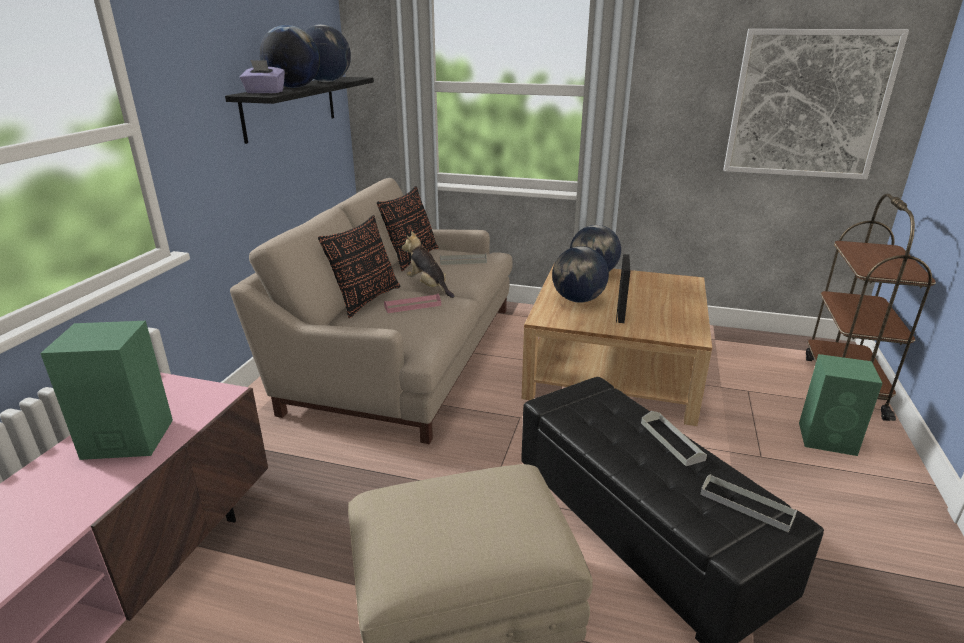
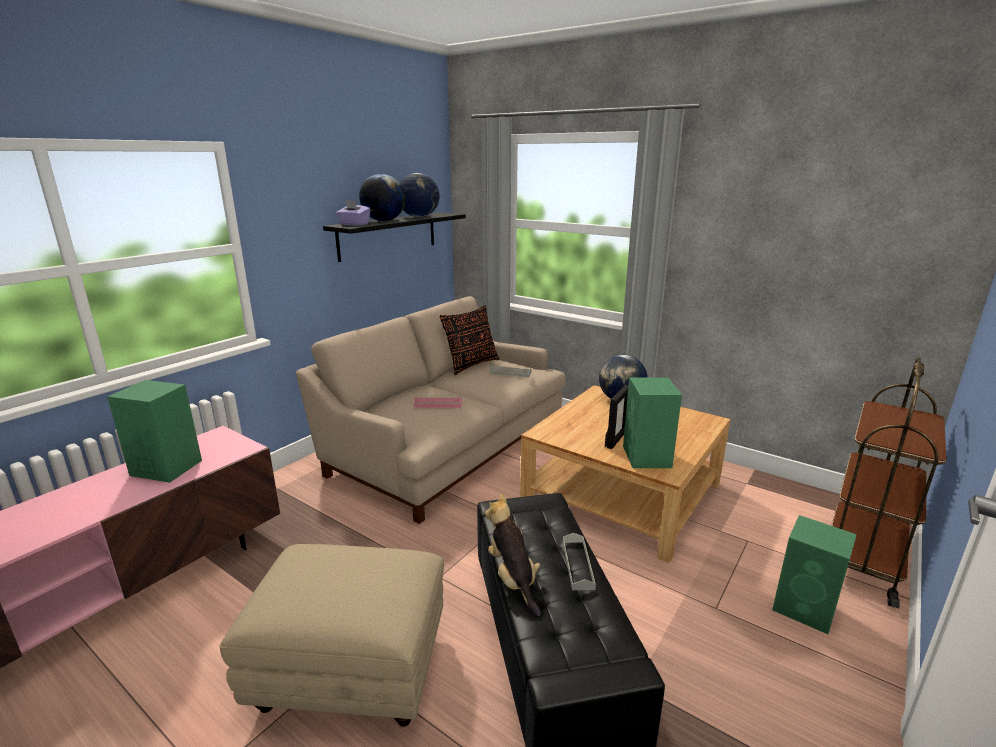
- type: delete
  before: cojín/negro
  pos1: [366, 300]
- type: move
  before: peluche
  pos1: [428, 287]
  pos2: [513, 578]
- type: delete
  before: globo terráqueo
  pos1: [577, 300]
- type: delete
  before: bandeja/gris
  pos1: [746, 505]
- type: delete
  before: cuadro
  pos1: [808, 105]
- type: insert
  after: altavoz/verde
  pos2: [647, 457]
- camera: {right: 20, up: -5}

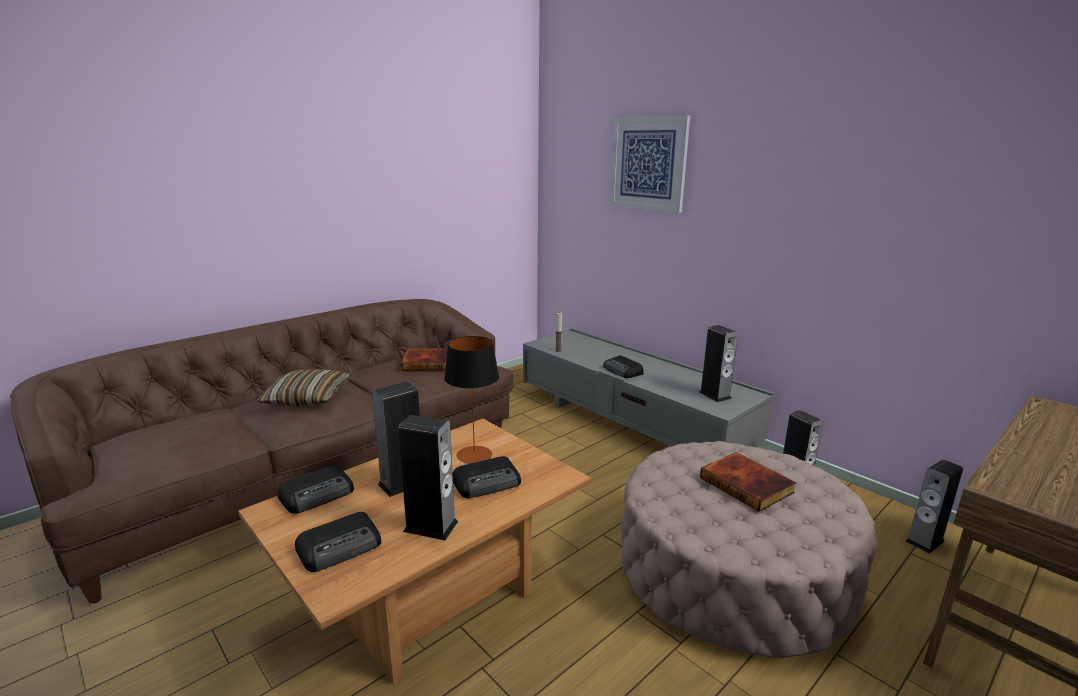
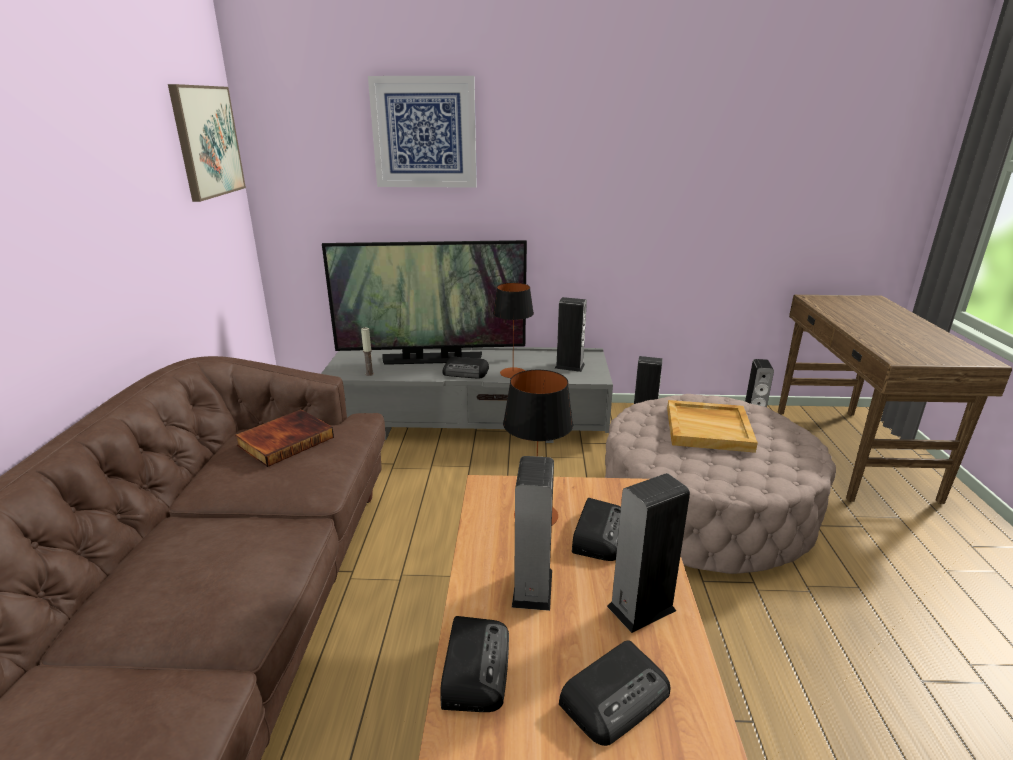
- type: delete
  before: cojín
  pos1: [307, 398]
- type: rotate
  before: radio
  pos1: [341, 547]
  pos2: [616, 696]
  turn: 45
- type: replace
  before: libro
  after: bandeja/beis
  pos1: [747, 484]
  pos2: [709, 429]
- type: insert
  after: cuadro
  pos2: [207, 141]
- type: insert
  after: televisor
  pos2: [432, 359]
- type: insert
  after: lámpara de mesa
  pos2: [513, 373]
- camera: {right: -45, up: 5}

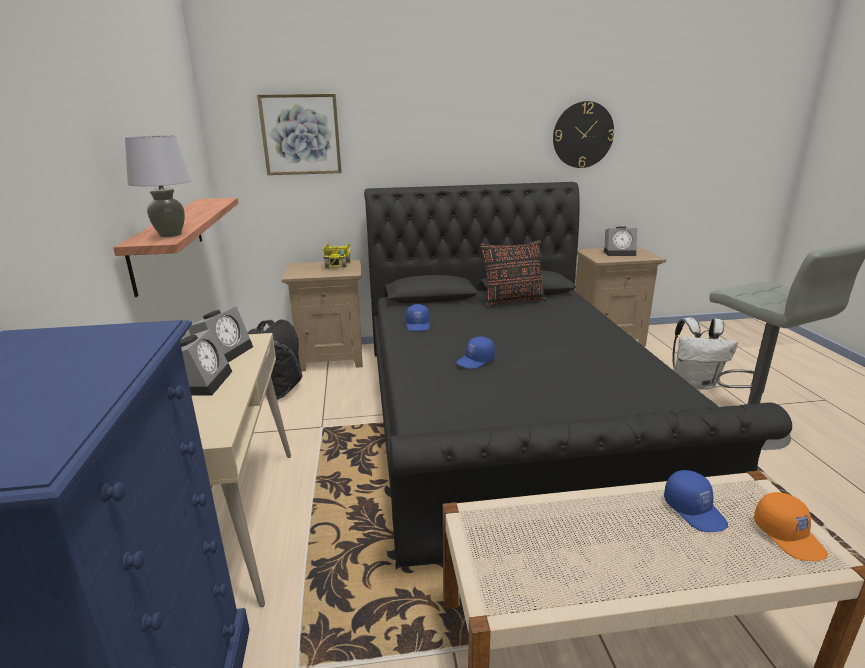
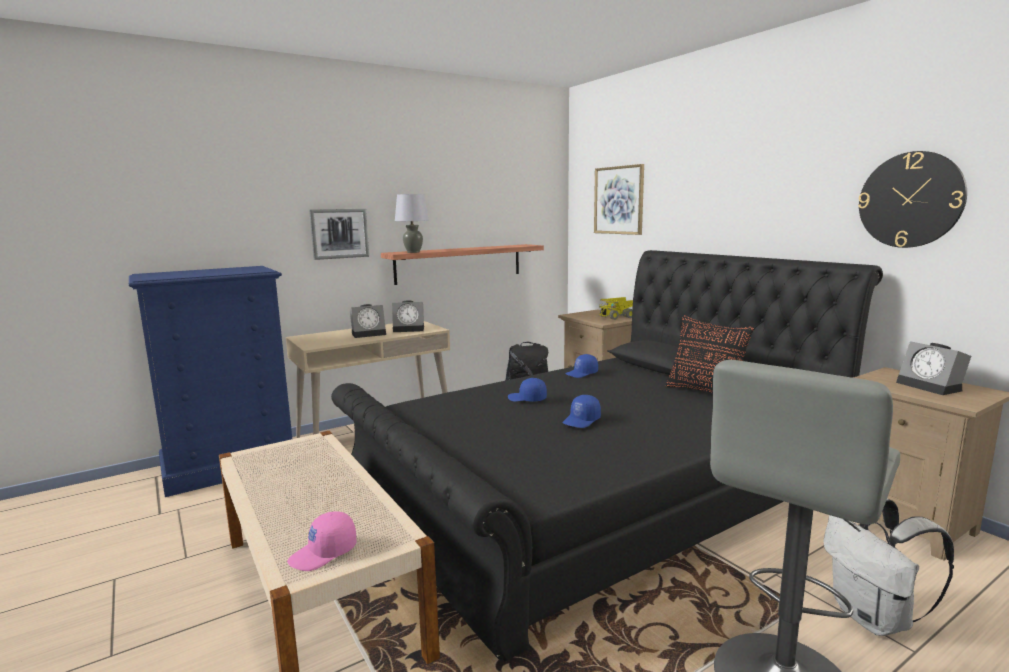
- type: move
  before: gorra/azul
  pos1: [695, 510]
  pos2: [582, 421]
- type: recolor
  before: gorra/naranja
  after: gorra/rosa
  pos1: [789, 536]
  pos2: [324, 553]
- type: insert
  after: cuadro
  pos2: [339, 233]
- camera: {right: 65, up: -10}

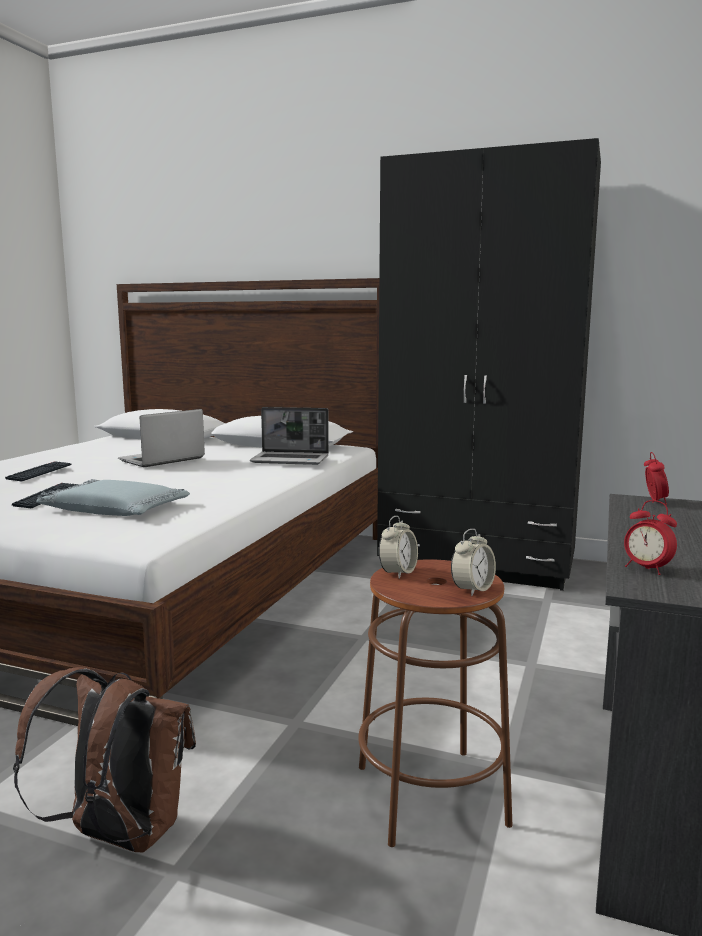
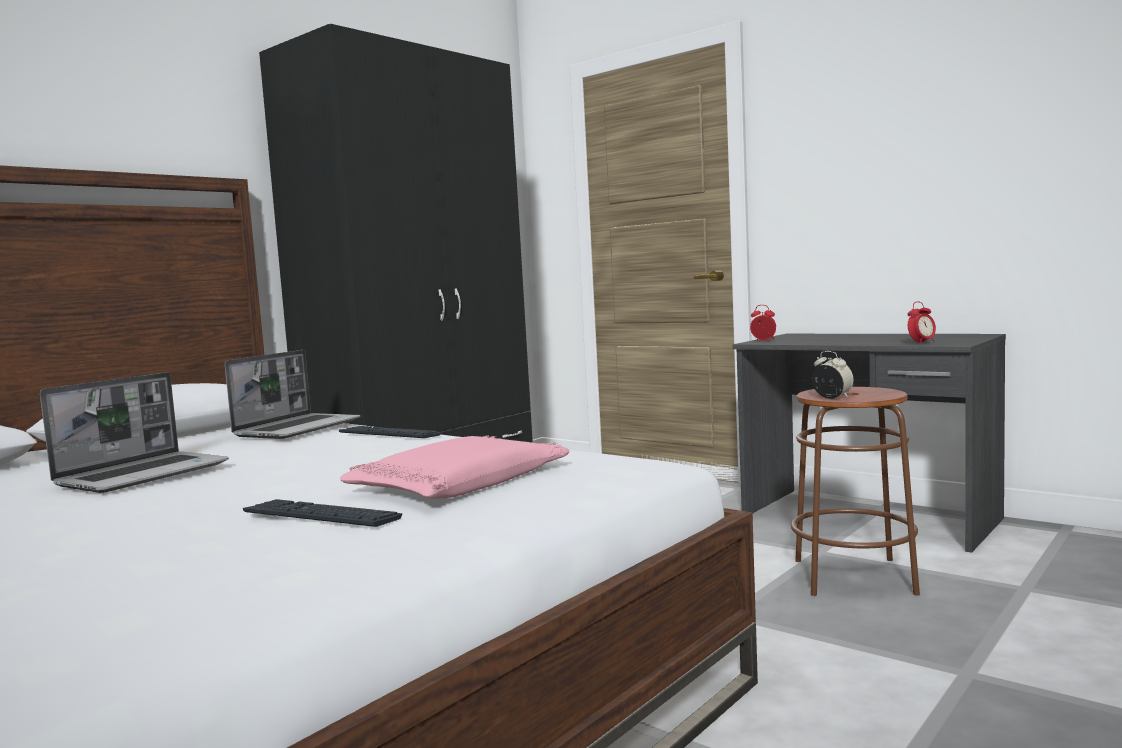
- type: move
  before: teclado
  pos1: [40, 472]
  pos2: [389, 434]
- type: delete
  before: mochila/marrón
  pos1: [119, 835]
- type: recolor
  before: cojín/azul
  after: cojín/rosa
  pos1: [115, 507]
  pos2: [461, 481]
- type: rotate
  before: portátil
  pos1: [161, 460]
  pos2: [144, 474]
  turn: -120
- type: delete
  before: despertador
  pos1: [472, 589]
- camera: {right: -70, up: -5}

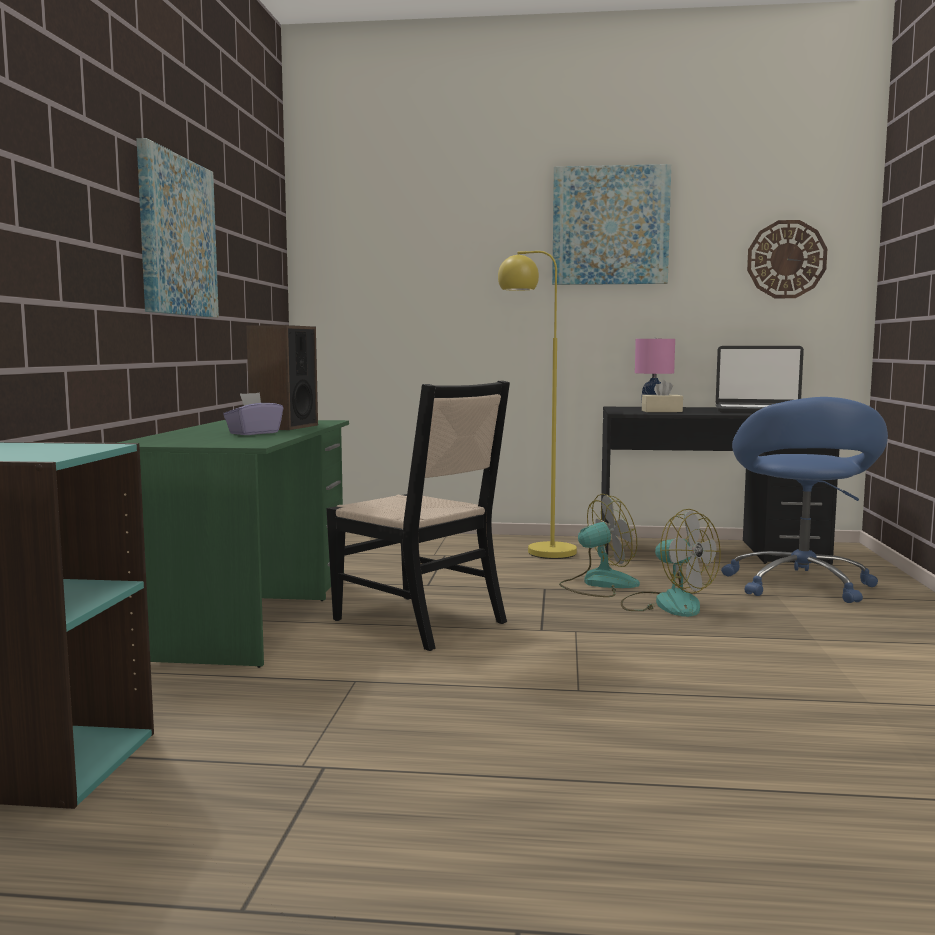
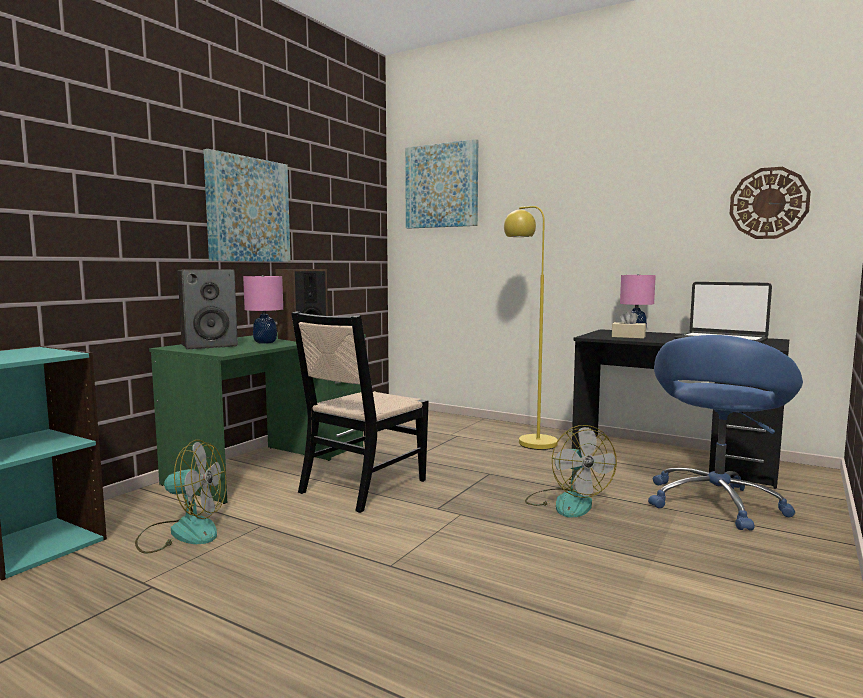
- type: replace
  before: caja de pañuelos/morado
  after: lámpara de mesa/rosa
  pos1: [253, 433]
  pos2: [264, 343]
- type: rotate
  before: silla
  pos1: [418, 622]
  pos2: [363, 487]
  turn: 60
- type: move
  before: cuadro
  pos1: [610, 226]
  pos2: [442, 186]
- type: move
  before: ventilador
  pos1: [598, 584]
  pos2: [182, 532]
- type: insert
  after: altavoz
  pos2: [209, 345]
- camera: {right: 25, up: 0}

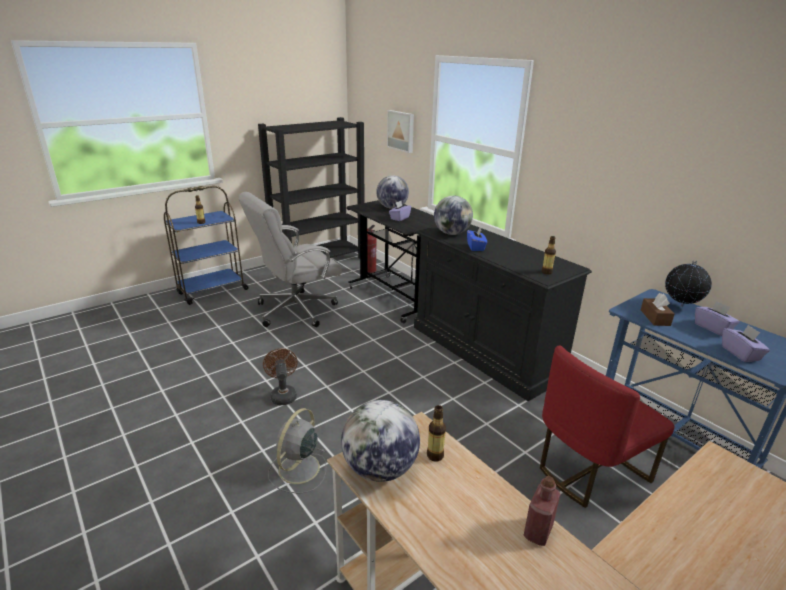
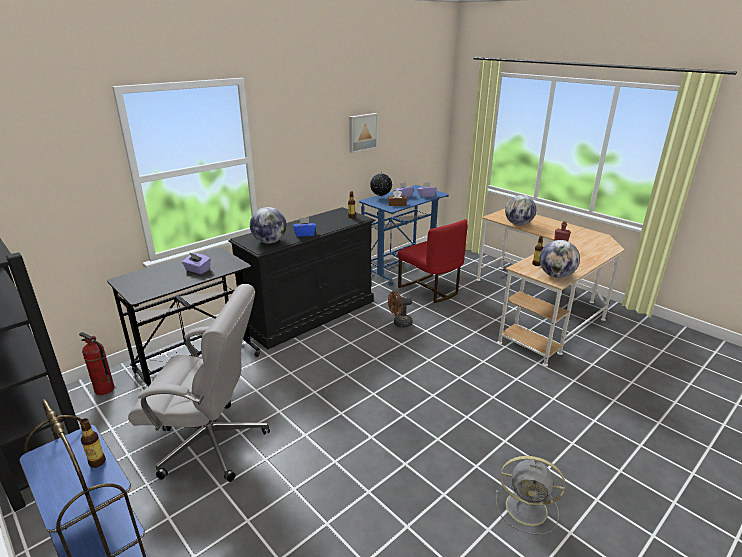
- type: rotate
  before: silla de oficina/gris
  pos1: [296, 310]
  pos2: [211, 442]
  turn: -45
- type: move
  before: ventilador/marrón
  pos1: [283, 394]
  pos2: [399, 323]
- type: move
  before: ventilador/gris
  pos1: [298, 470]
  pos2: [528, 508]
- type: move
  before: globo terráqueo
  pos1: [392, 207]
  pos2: [518, 224]
- type: move
  before: cuadro
  pos1: [401, 131]
  pos2: [362, 132]
- camera: {right: -95, up: 0}

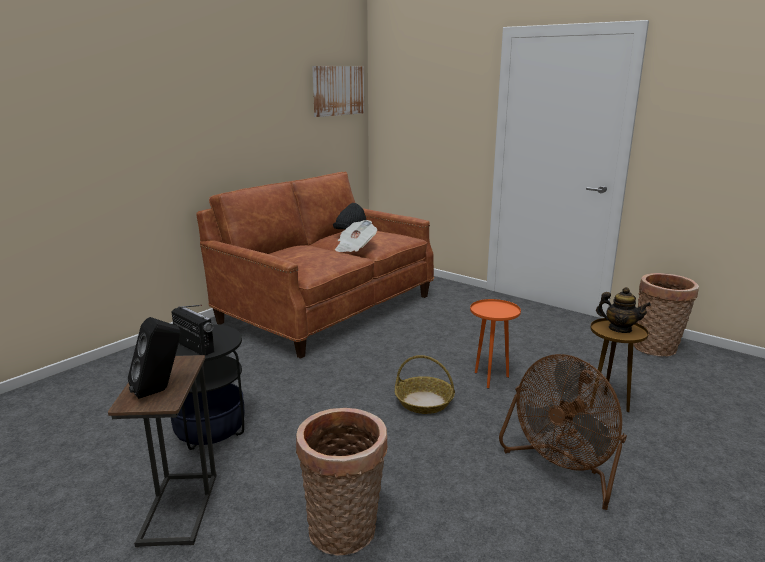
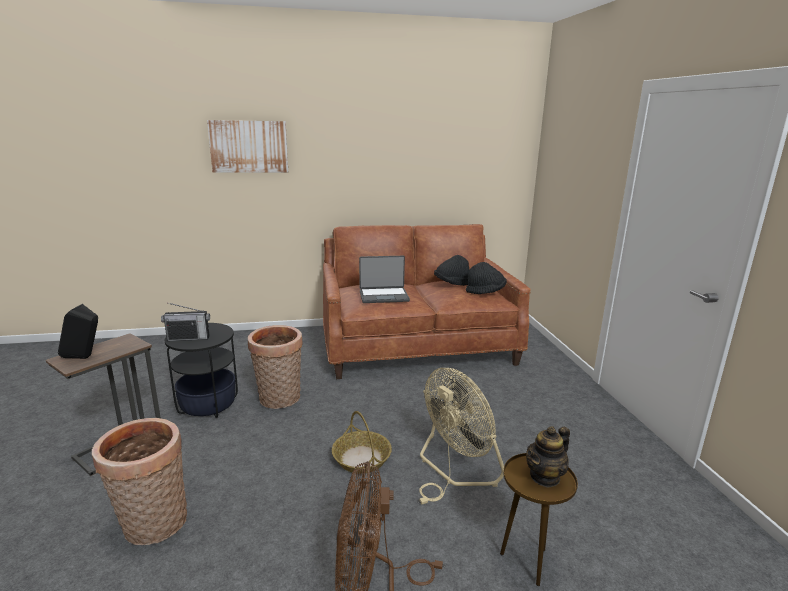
- type: rotate
  before: radio
  pos1: [194, 347]
  pos2: [188, 338]
  turn: 90
- type: move
  before: cuadro
  pos1: [338, 90]
  pos2: [249, 146]
- type: delete
  before: periódico
  pos1: [355, 247]
- type: replace
  before: mesa auxiliar/naranja
  after: ventilador/beis
  pos1: [490, 379]
  pos2: [449, 468]
- type: rotate
  before: tetera
  pos1: [620, 329]
  pos2: [545, 477]
  turn: 75
- type: move
  before: cesta
  pos1: [657, 349]
  pos2: [279, 400]
- type: insert
  after: portátil
  pos2: [383, 296]
- type: insert
  after: sombrero/negro
  pos2: [485, 292]
- camera: {right: 40, up: 0}

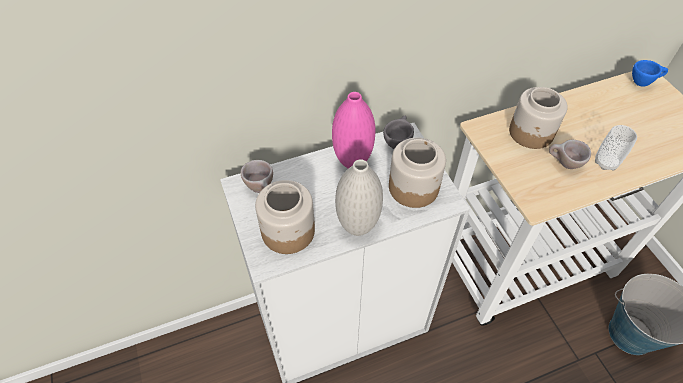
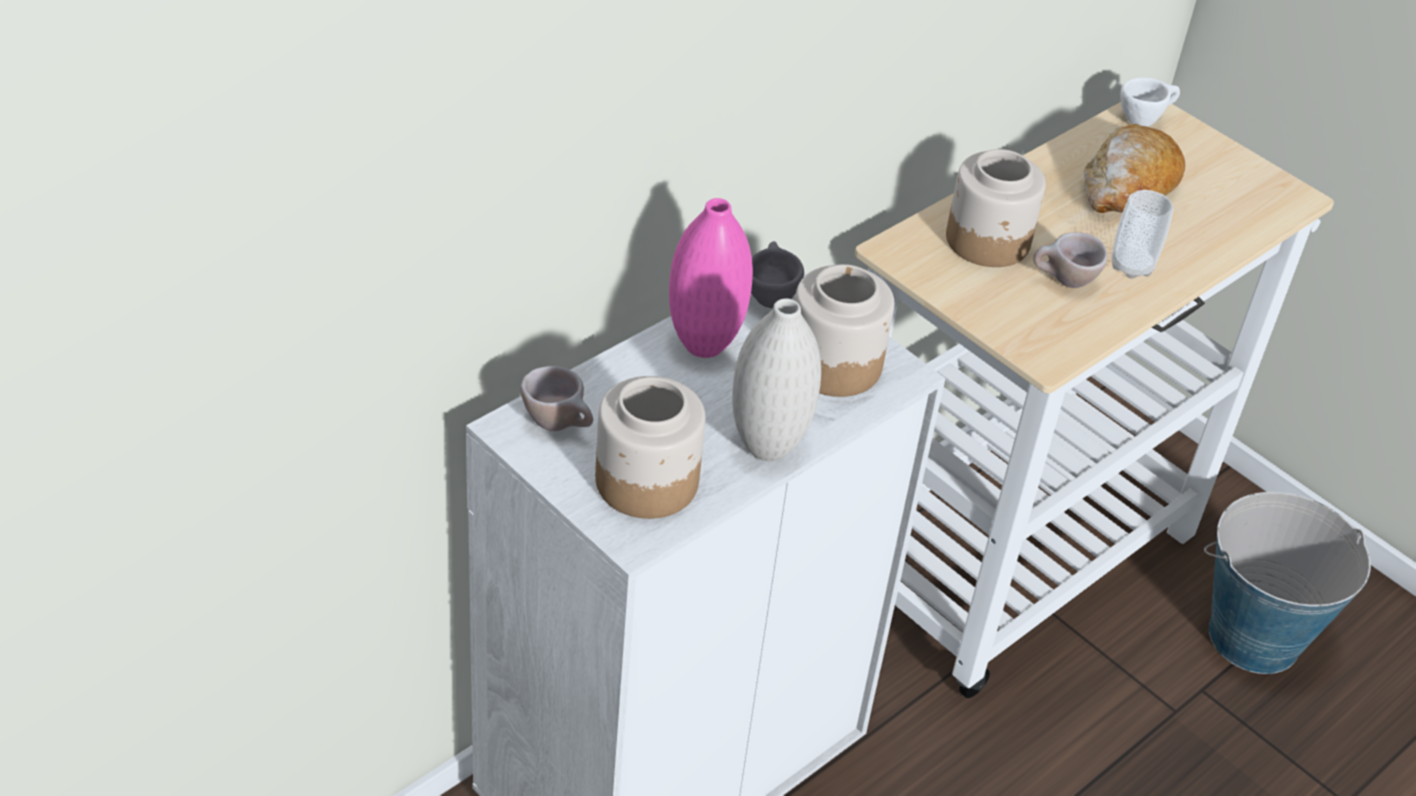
- type: recolor
  before: taza/azul
  after: taza/blanco
  pos1: [643, 82]
  pos2: [1144, 120]
- type: insert
  after: pan
  pos2: [1127, 186]
- camera: {right: -25, up: -10}

